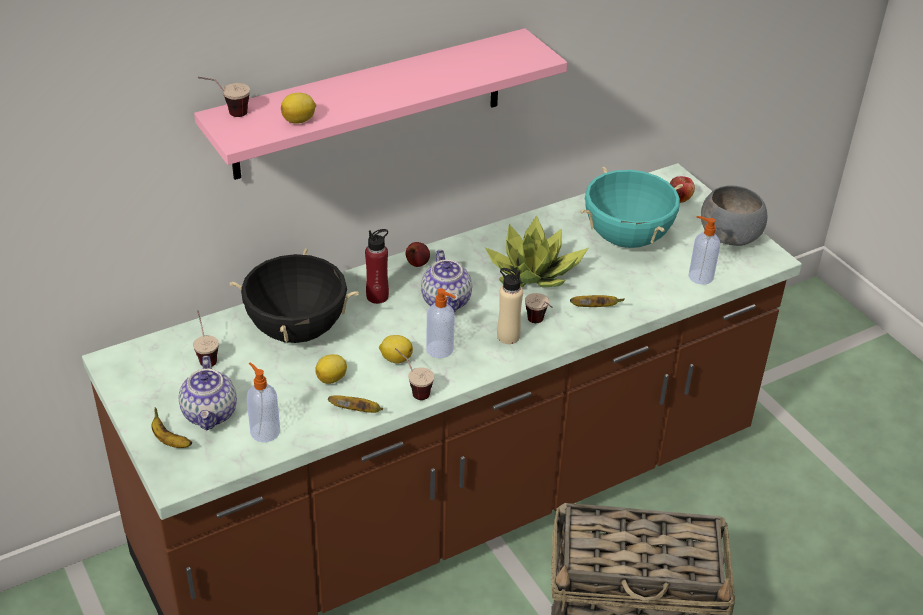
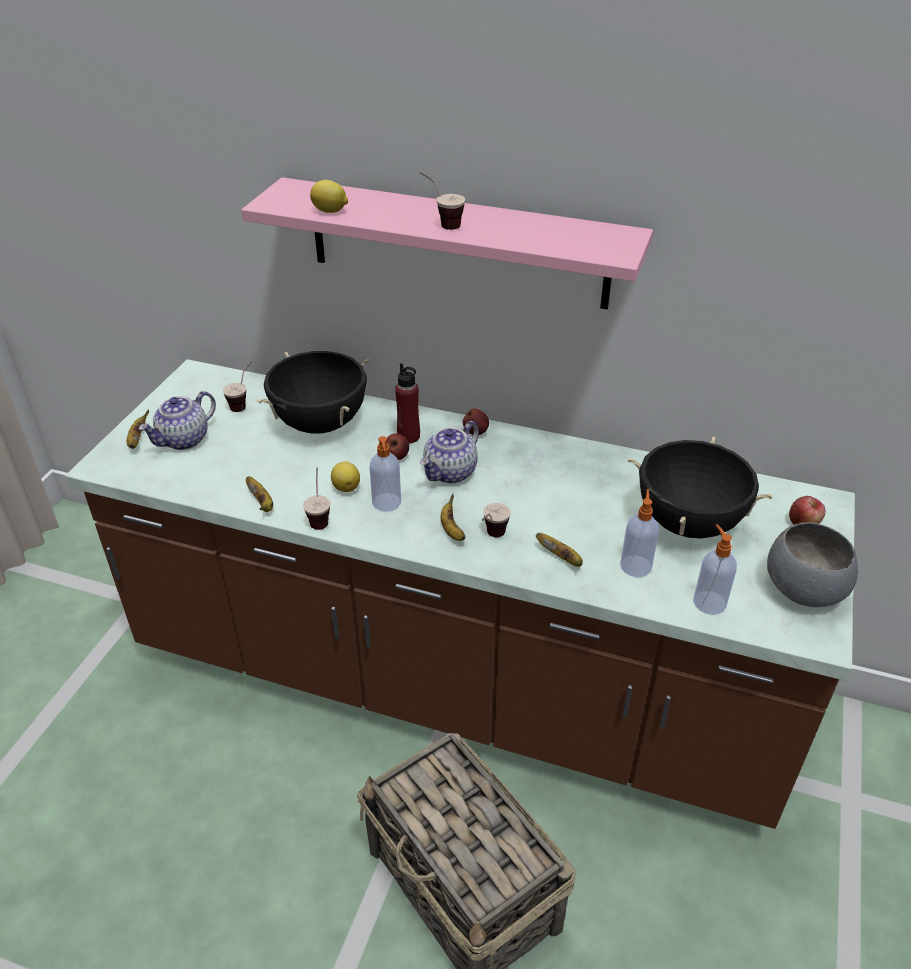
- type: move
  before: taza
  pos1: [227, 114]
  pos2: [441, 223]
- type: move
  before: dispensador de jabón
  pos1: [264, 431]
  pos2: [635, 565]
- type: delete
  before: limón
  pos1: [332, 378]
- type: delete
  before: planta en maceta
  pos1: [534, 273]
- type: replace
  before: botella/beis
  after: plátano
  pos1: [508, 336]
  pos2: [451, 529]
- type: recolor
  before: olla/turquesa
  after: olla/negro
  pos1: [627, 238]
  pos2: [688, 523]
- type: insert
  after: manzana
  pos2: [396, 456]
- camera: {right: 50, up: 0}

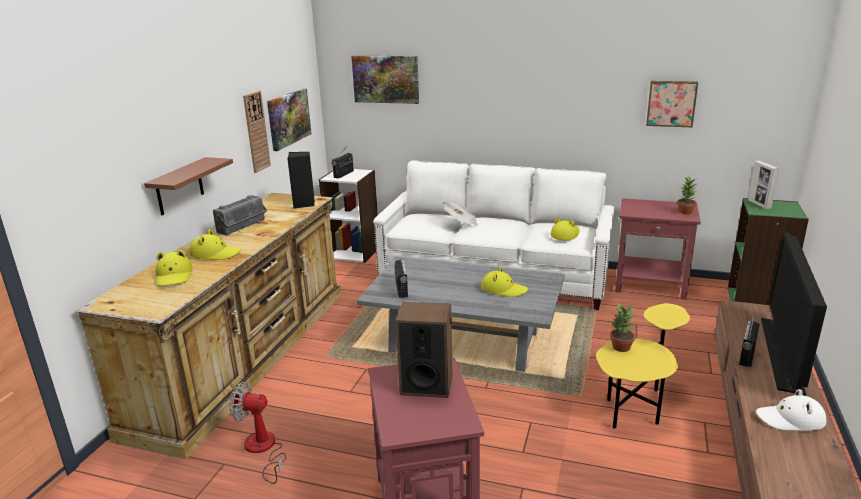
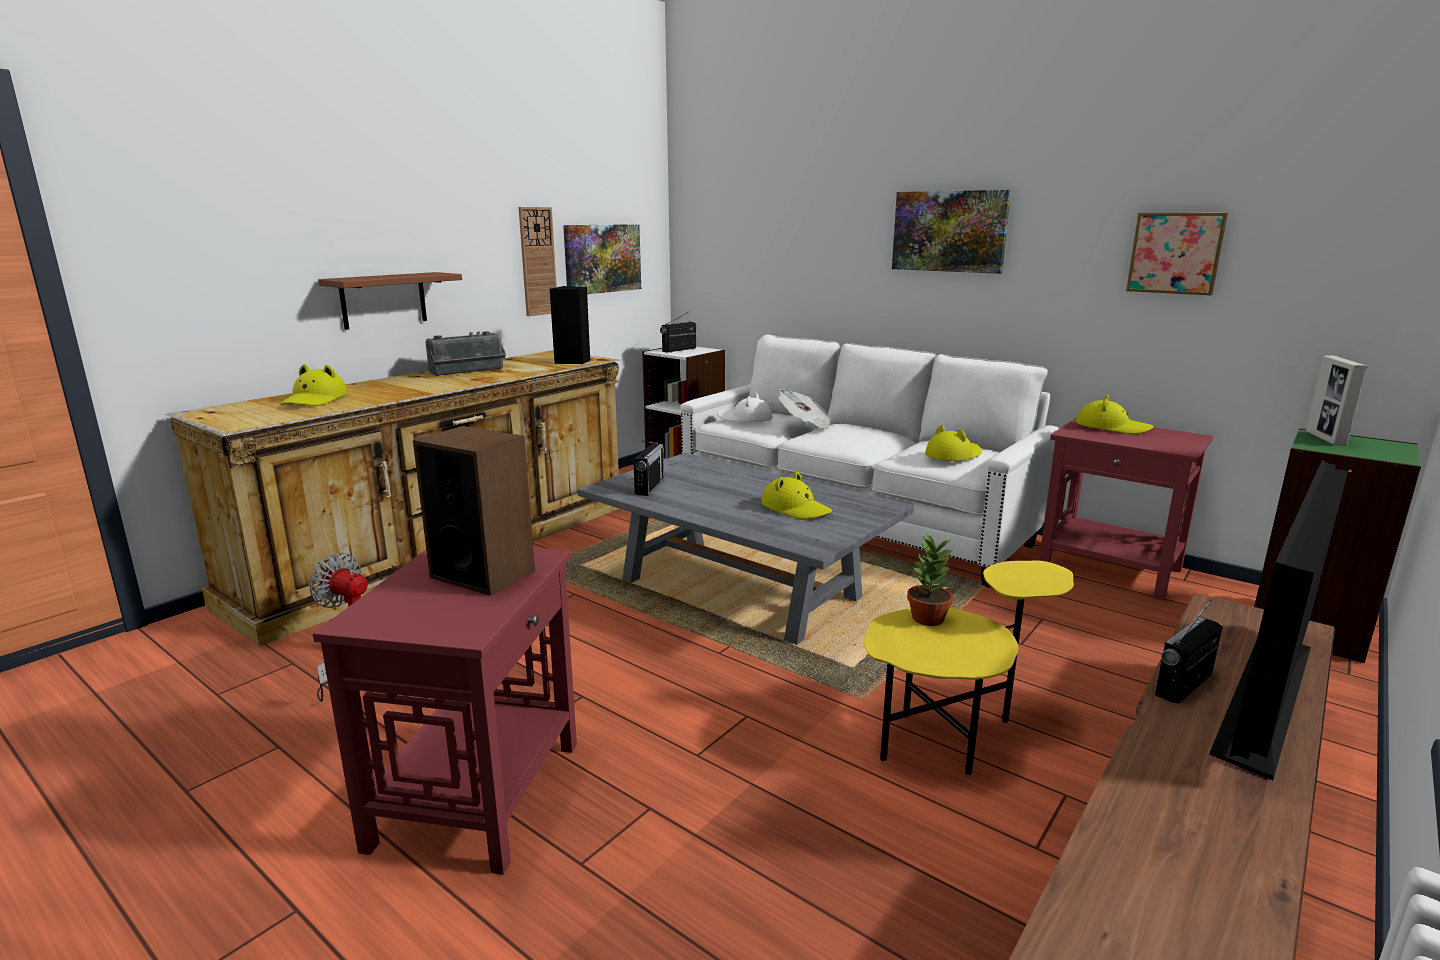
- type: move
  before: sombrero/amarillo
  pos1: [215, 254]
  pos2: [1112, 427]
- type: move
  before: cuadro
  pos1: [386, 79]
  pos2: [949, 231]
- type: delete
  before: planta en maceta
  pos1: [685, 212]
- type: move
  before: sombrero/blanco
  pos1: [790, 419]
  pos2: [745, 419]
- camera: {right: 20, up: -5}

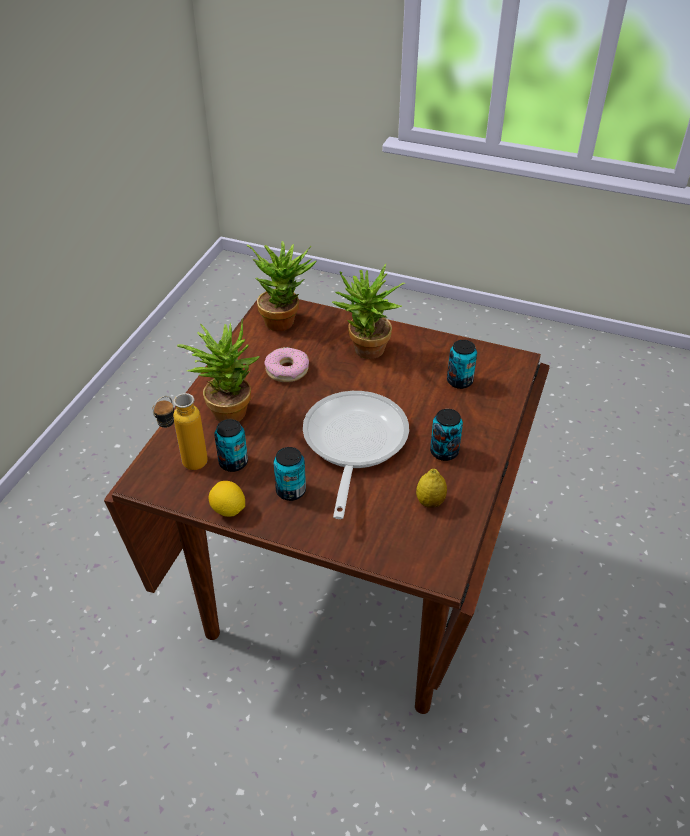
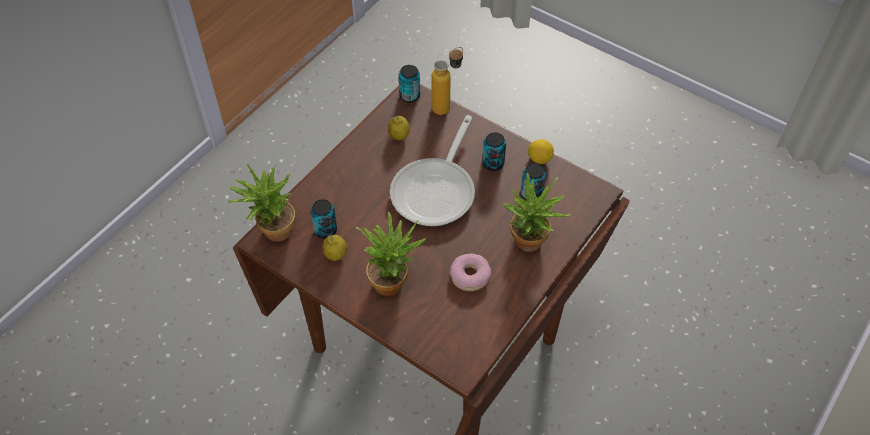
- type: move
  before: botella
  pos1: [186, 468]
  pos2: [447, 106]
- type: move
  before: planta en maceta
  pos1: [284, 320]
  pos2: [272, 232]
- type: move
  before: lata
  pos1: [444, 452]
  pos2: [409, 96]
- type: insert
  after: limón
  pos2: [335, 255]
- camera: {right: -165, up: 10}

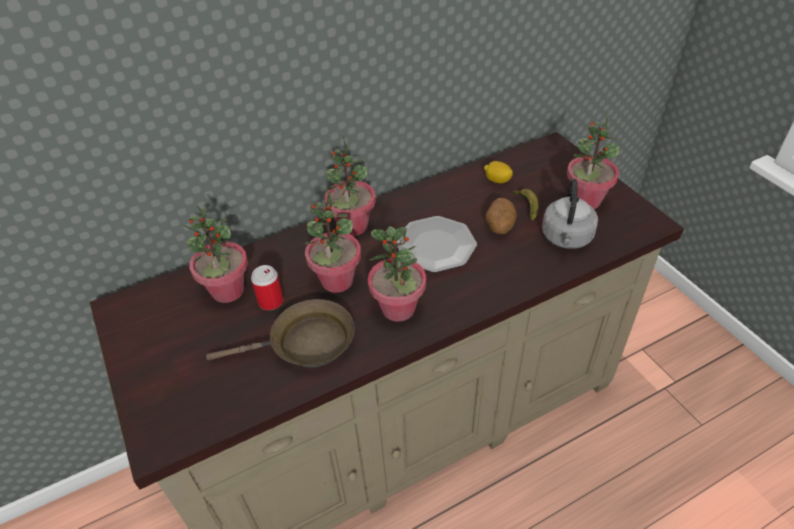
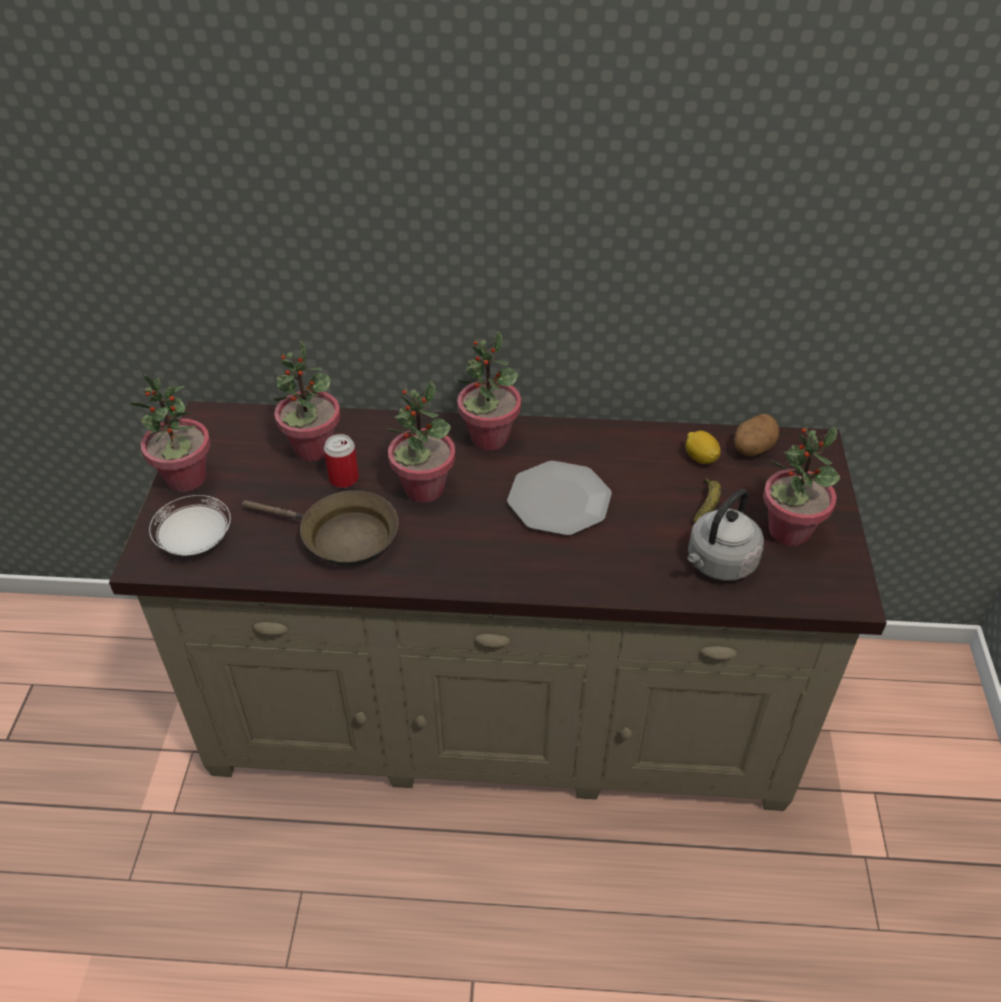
- type: move
  before: planta en maceta
  pos1: [398, 309]
  pos2: [186, 479]
- type: move
  before: patata
  pos1: [499, 227]
  pos2: [752, 449]
- type: insert
  after: plato/blanco
  pos2: [195, 541]
- camera: {right: 30, up: 0}

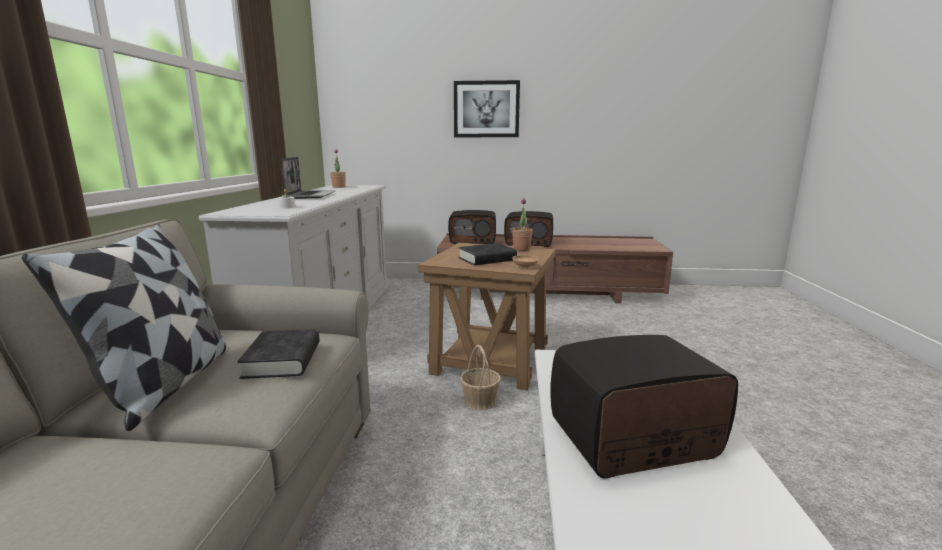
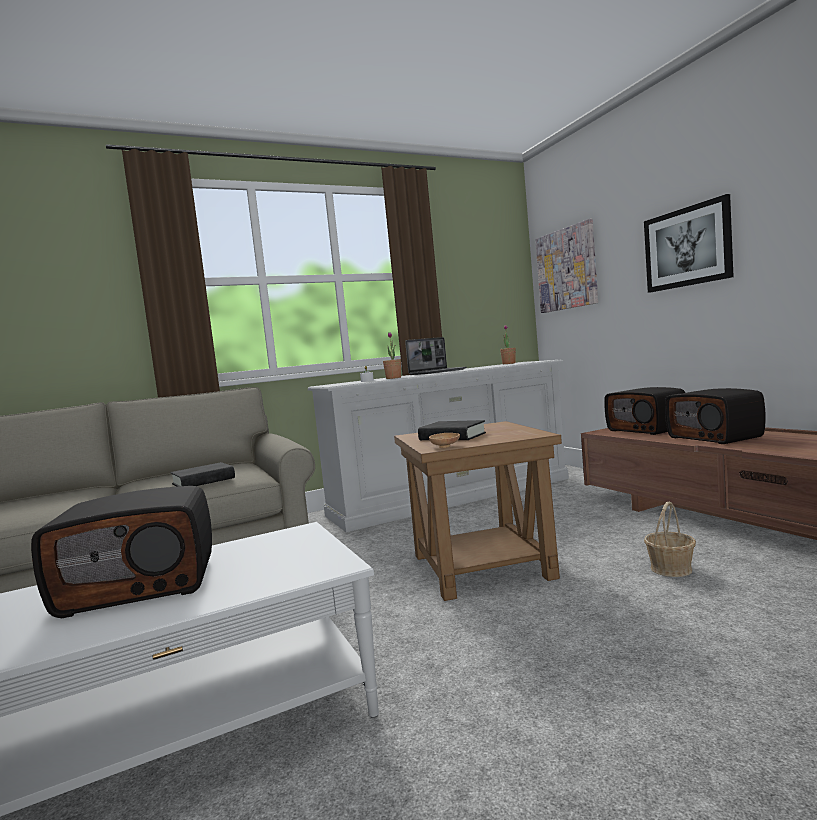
- type: delete
  before: cojín
  pos1: [165, 384]
- type: move
  before: cesta
  pos1: [480, 401]
  pos2: [671, 569]
- type: move
  before: planta en maceta
  pos1: [521, 249]
  pos2: [393, 378]
- type: rotate
  before: radio
  pos1: [633, 440]
  pos2: [141, 585]
  turn: 120
- type: insert
  after: cuadro
  pos2: [566, 269]
- camera: {right: 60, up: -10}

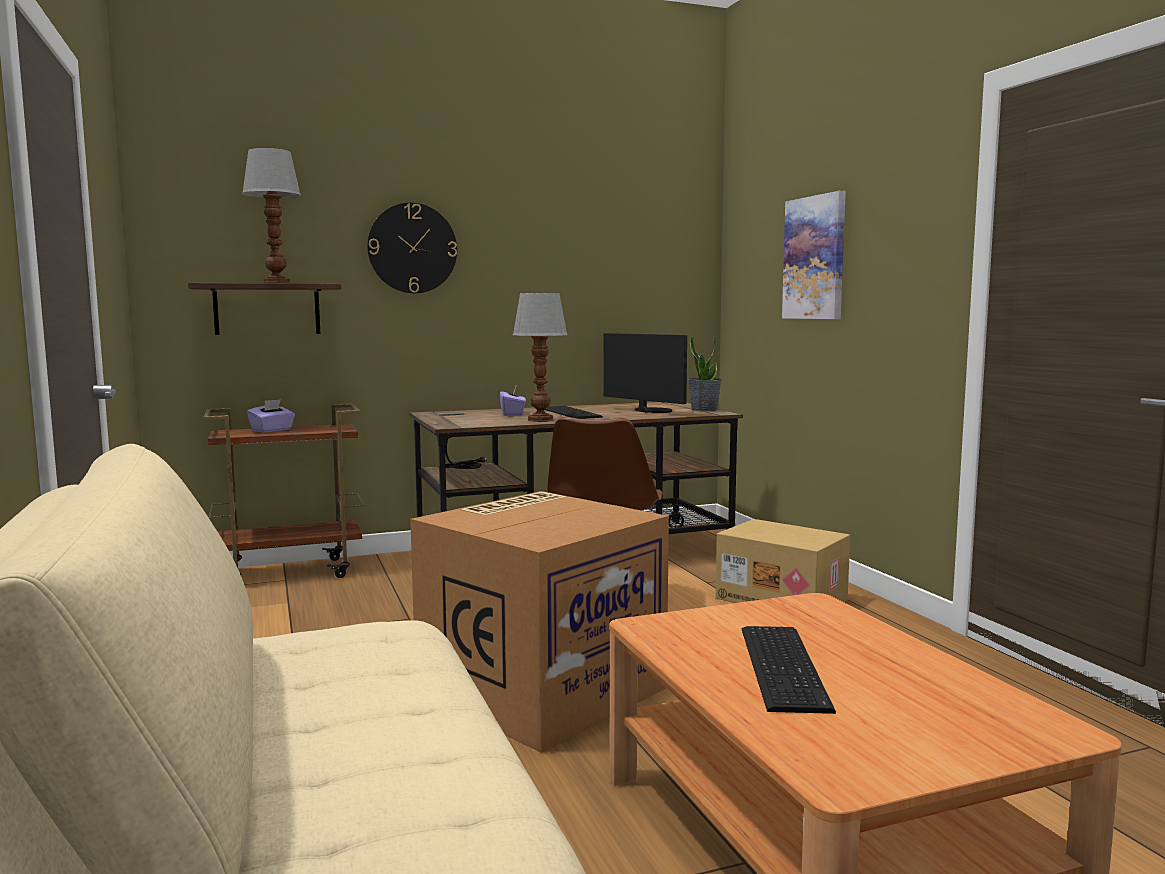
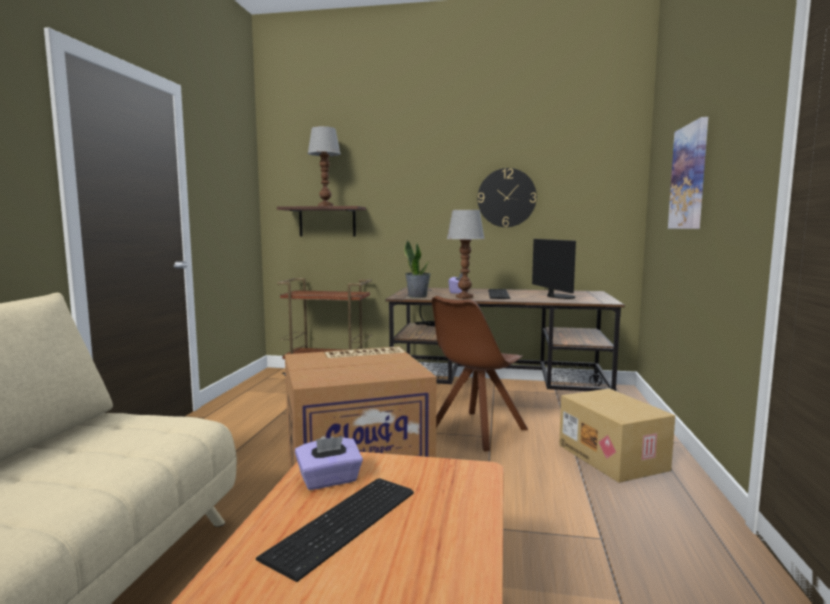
- type: move
  before: caja de pañuelos/morado
  pos1: [272, 430]
  pos2: [329, 480]
- type: move
  before: reloj de pared
  pos1: [412, 248]
  pos2: [506, 198]
- type: move
  before: planta en maceta
  pos1: [704, 410]
  pos2: [417, 296]
- camera: {right: 30, up: 0}

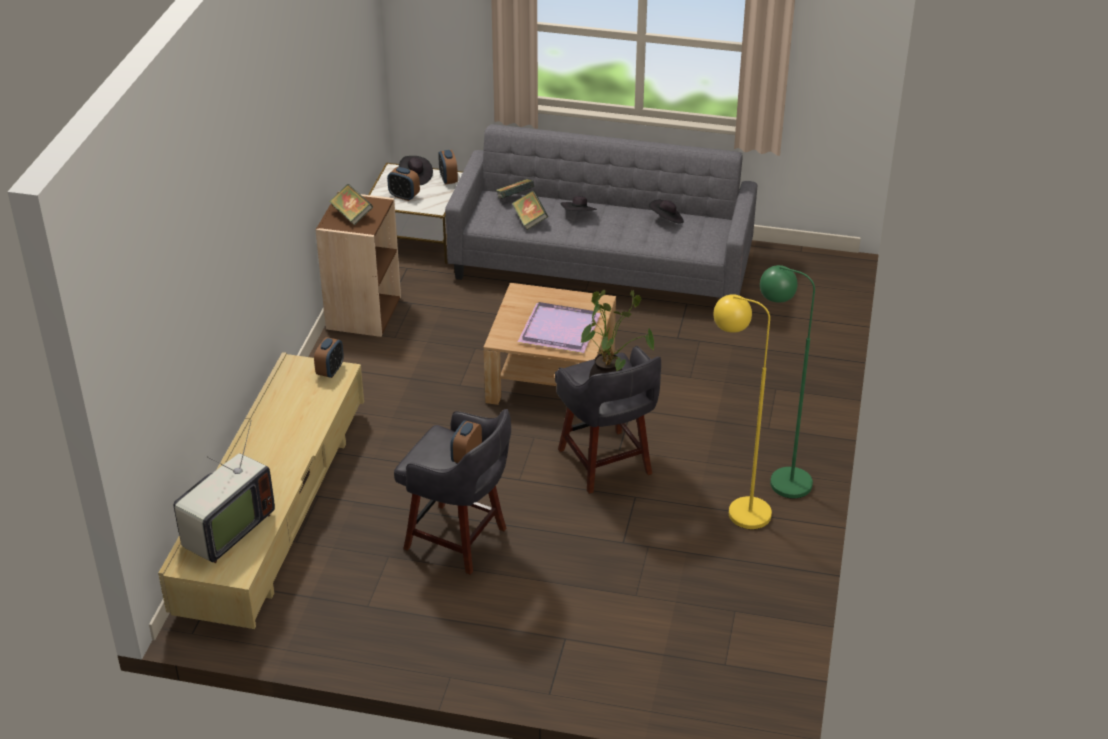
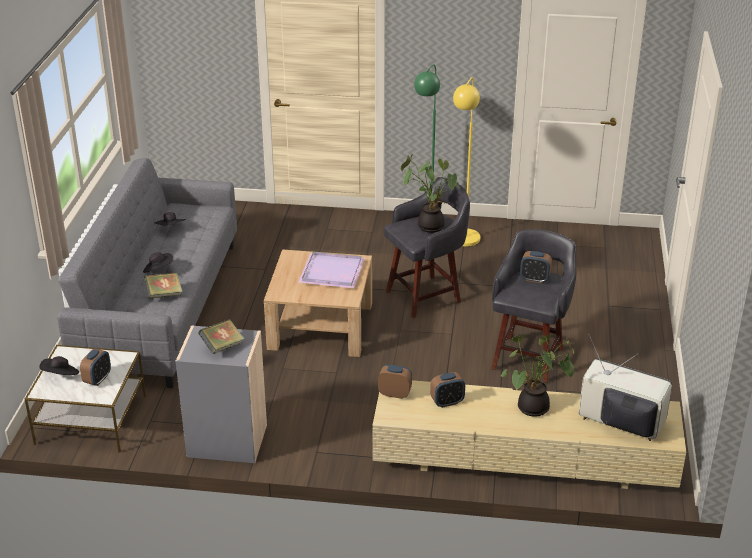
- type: recolor
  before: estantería/marrón
  after: estantería/gris
  pos1: [363, 312]
  pos2: [226, 441]
- type: move
  before: despertador
  pos1: [448, 179]
  pos2: [447, 402]
- type: delete
  before: libro
  pos1: [515, 198]
- type: insert
  after: planta en maceta
  pos2: [532, 409]
- camera: {right: -95, up: -5}

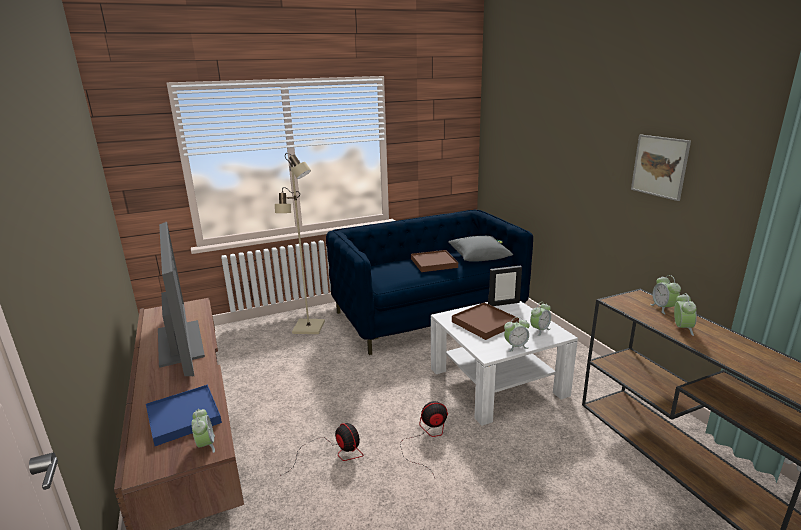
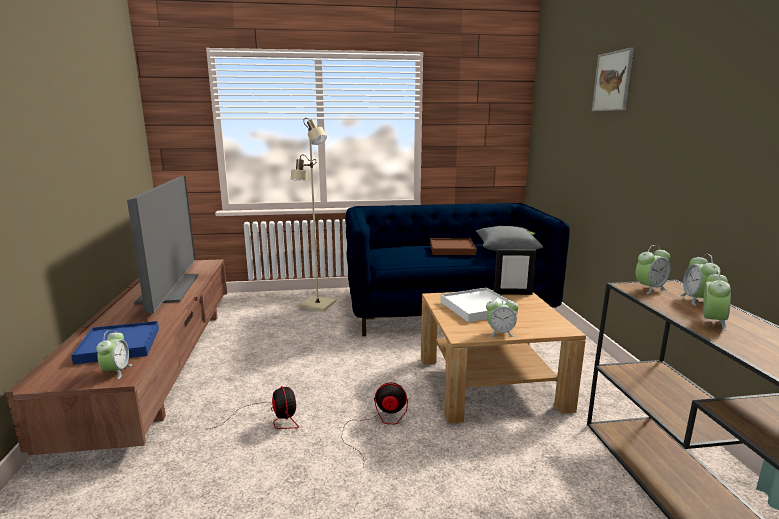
- type: recolor
  before: mesa de centro/blanco
  after: mesa de centro/marrón
  pos1: [497, 382]
  pos2: [490, 382]
- type: recolor
  before: bandeja/marrón
  after: bandeja/blanco
  pos1: [484, 323]
  pos2: [477, 307]
- type: move
  before: despertador
  pos1: [539, 330]
  pos2: [649, 289]
- type: move
  before: cuadro
  pos1: [659, 166]
  pos2: [612, 81]
- camera: {right: 15, up: -5}

